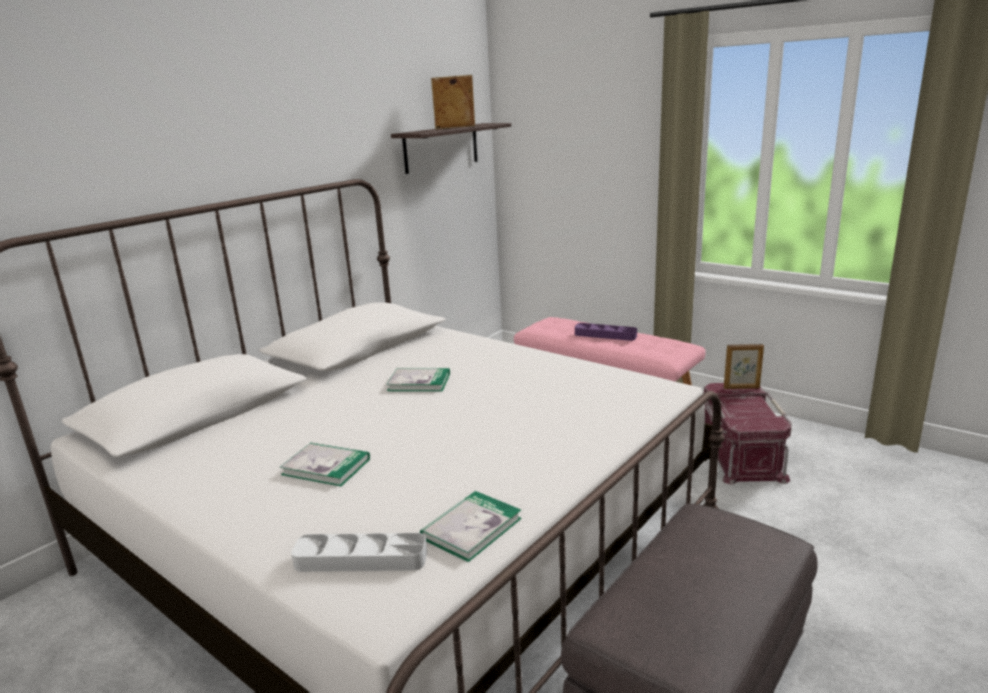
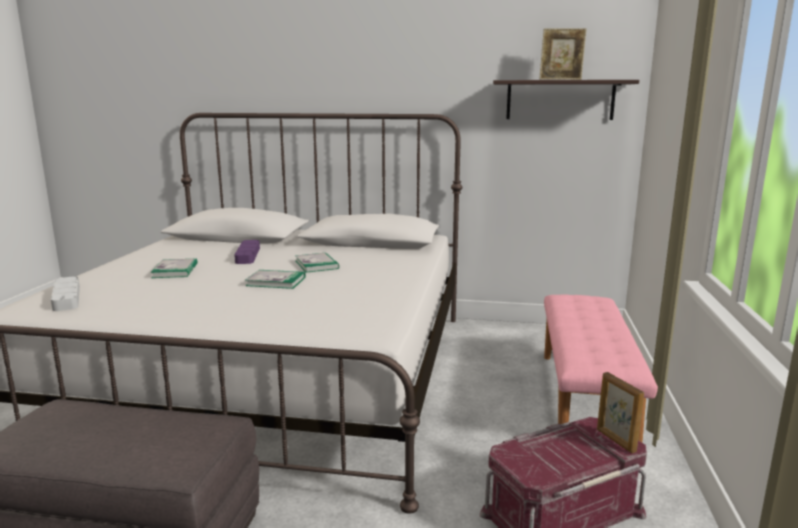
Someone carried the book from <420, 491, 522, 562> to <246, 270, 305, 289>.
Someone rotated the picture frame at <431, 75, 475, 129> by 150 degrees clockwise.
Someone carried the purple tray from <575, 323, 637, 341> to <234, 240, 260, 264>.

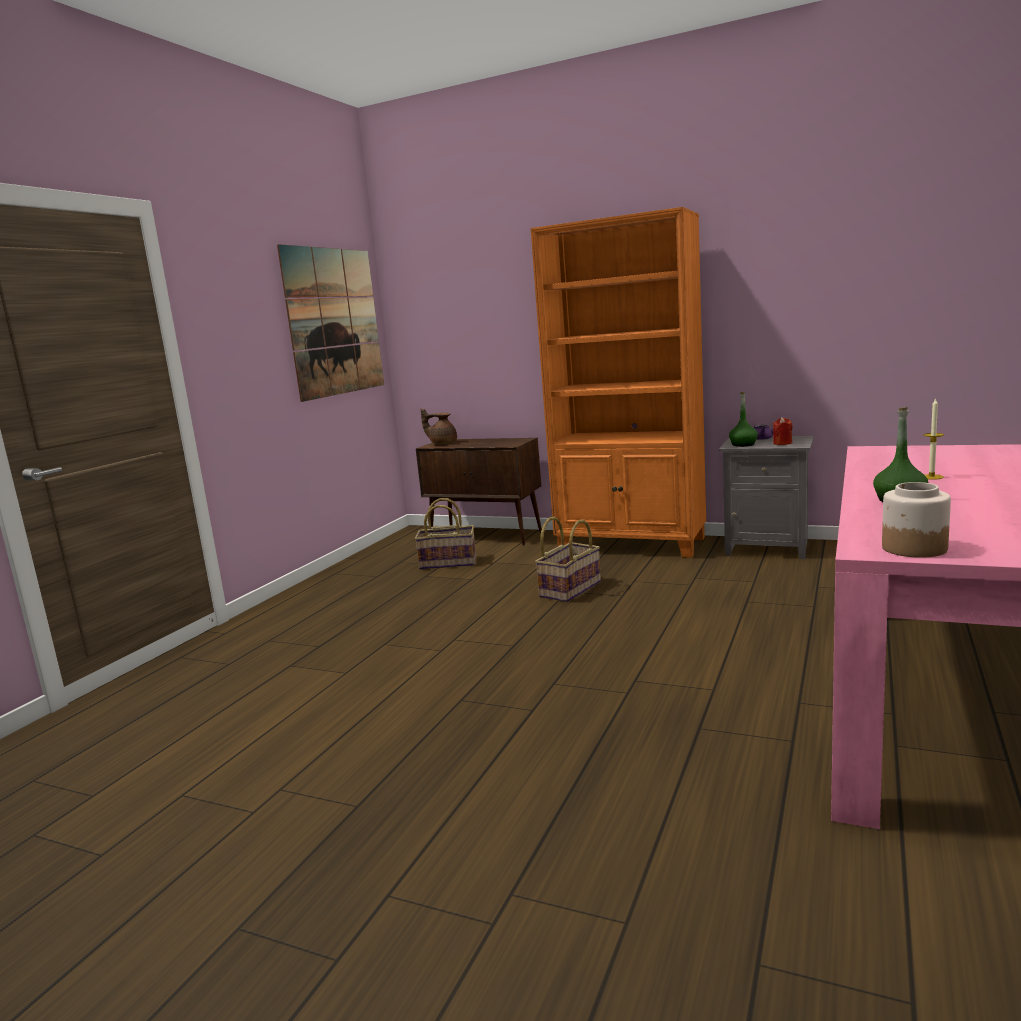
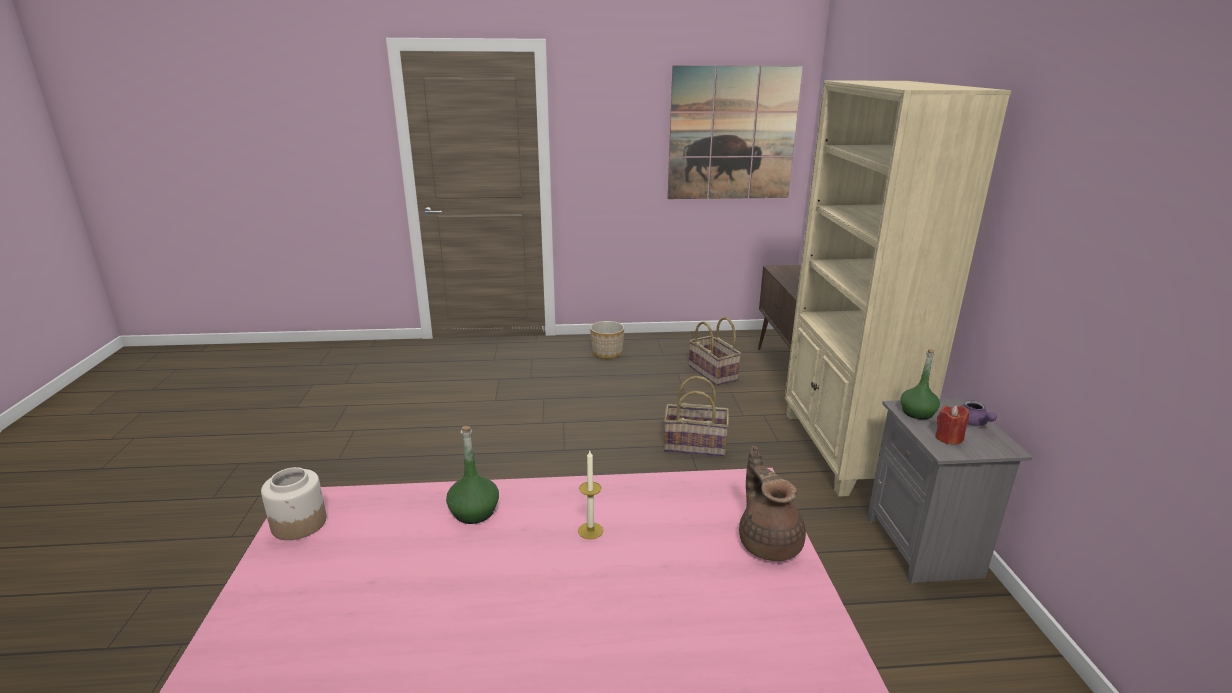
Someone carried the brown teapot from <421, 409, 457, 444> to <739, 446, 806, 561>.
Someone repainted the orange bookcase at <531, 207, 706, 558>, which became the beige bookcase at <785, 80, 1011, 497>.
Someone put down the planter at <590, 321, 624, 359>.

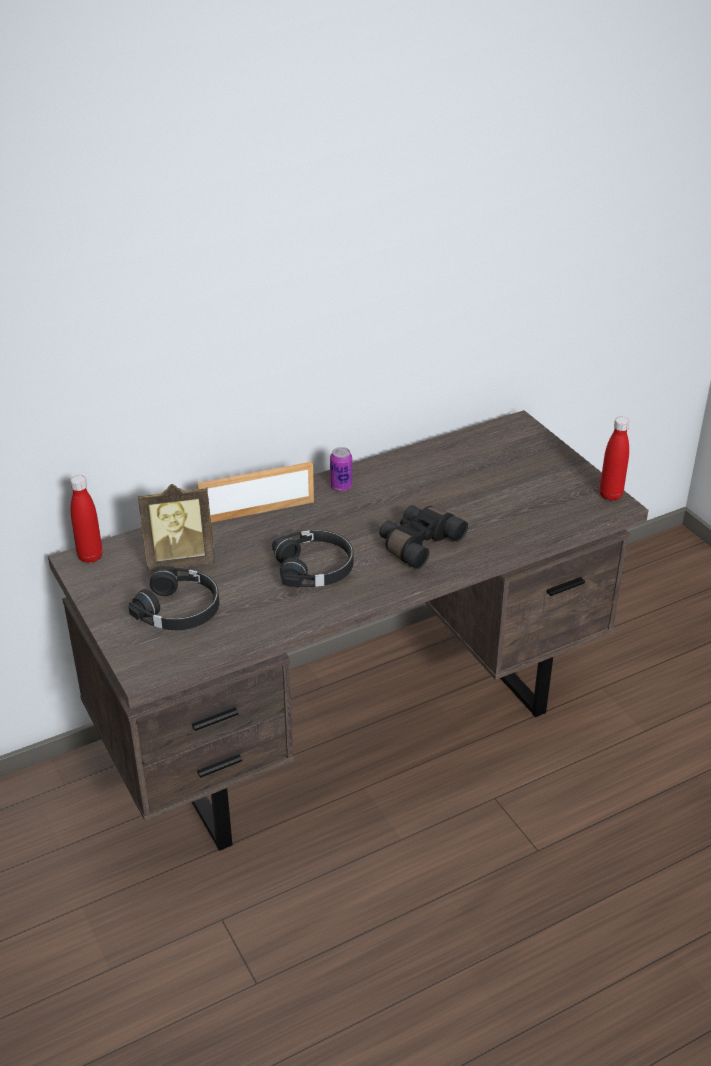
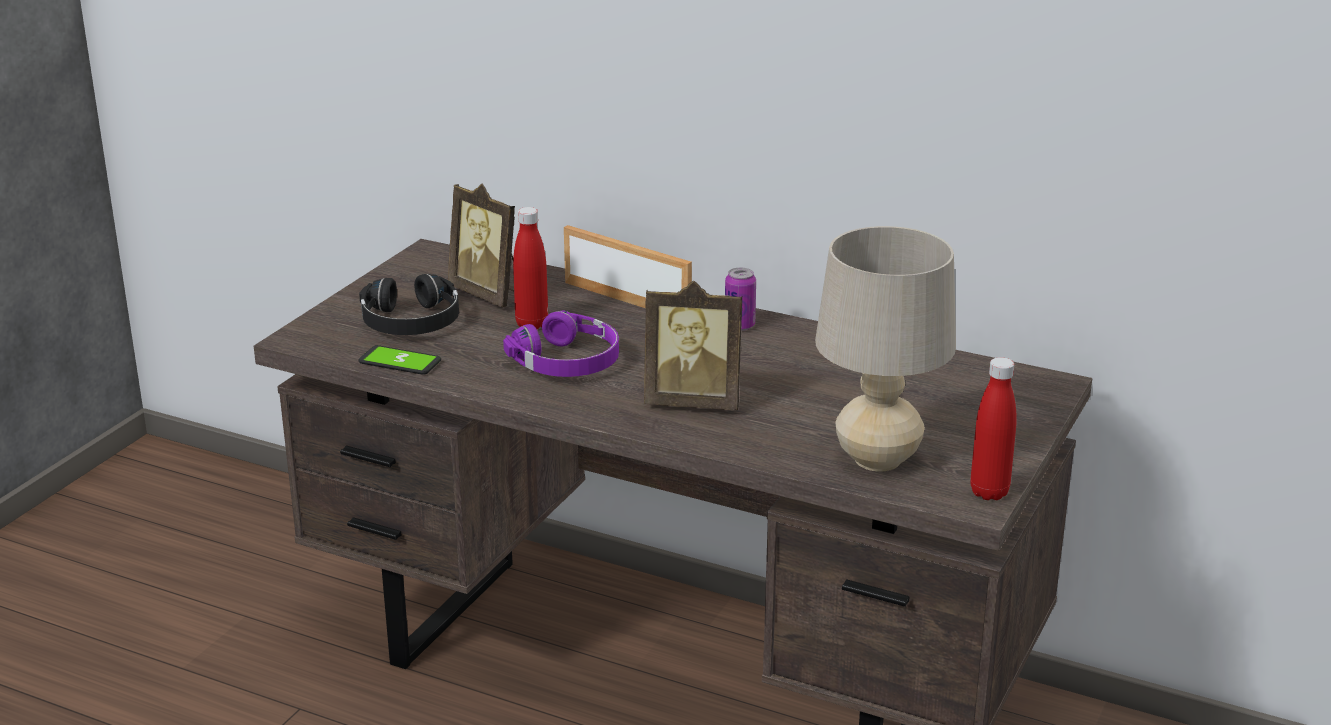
Someone carried the red bottle from <70, 475, 103, 563> to <513, 207, 548, 329>.
Someone repainted the black headphones at <272, 530, 354, 587>, which became the purple headphones at <503, 310, 619, 377>.
Someone swapped the black binoculars at <379, 505, 468, 569> for the picture frame at <644, 281, 742, 410>.
Someone put down the phone at <358, 345, 441, 375>.
Someone put down the beige table lamp at <815, 226, 956, 471>.

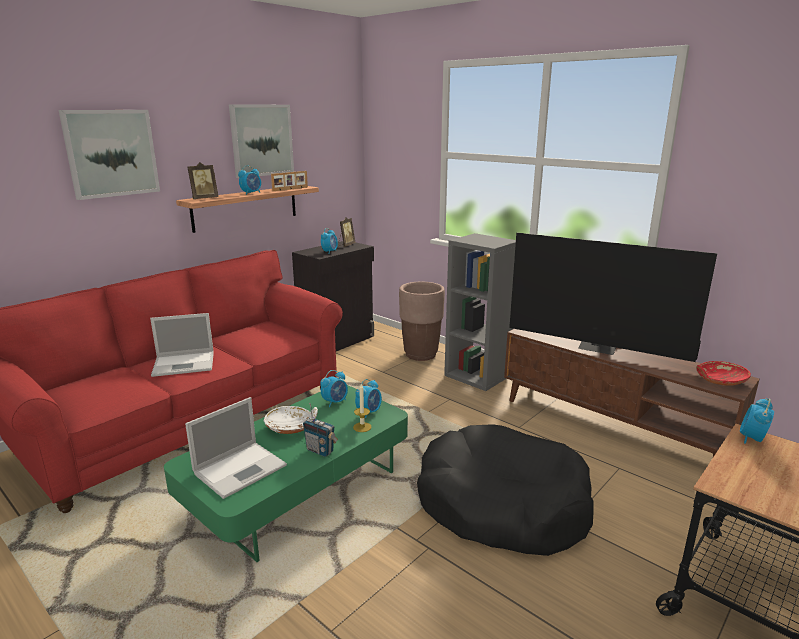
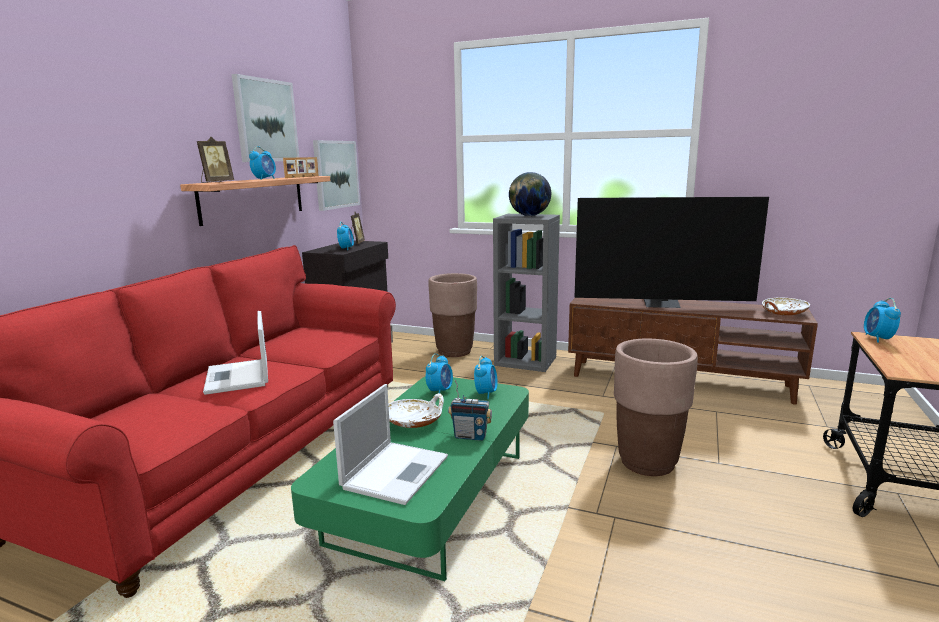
Someone carried the picture from <59, 110, 160, 200> to <313, 140, 360, 211>.
Someone rotated the laptop at <150, 313, 214, 377> by 105 degrees clockwise.
Someone took away the candle at <353, 384, 372, 432>.
Someone swapped the black dog bed at <417, 424, 593, 556> for the brown planter at <614, 338, 698, 476>.
Someone repainted the red bowl at <696, 361, 751, 386>, which became the white bowl at <762, 298, 810, 315>.
Someone put down the globe at <509, 172, 551, 216>.

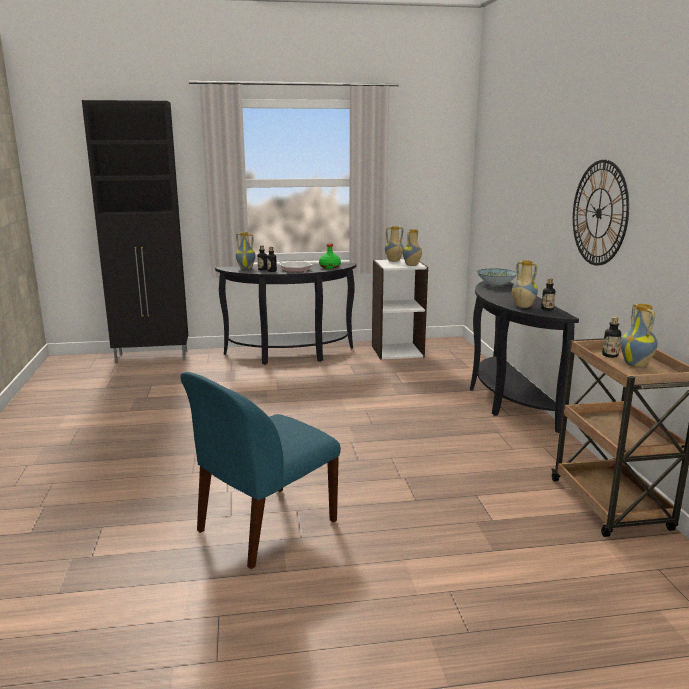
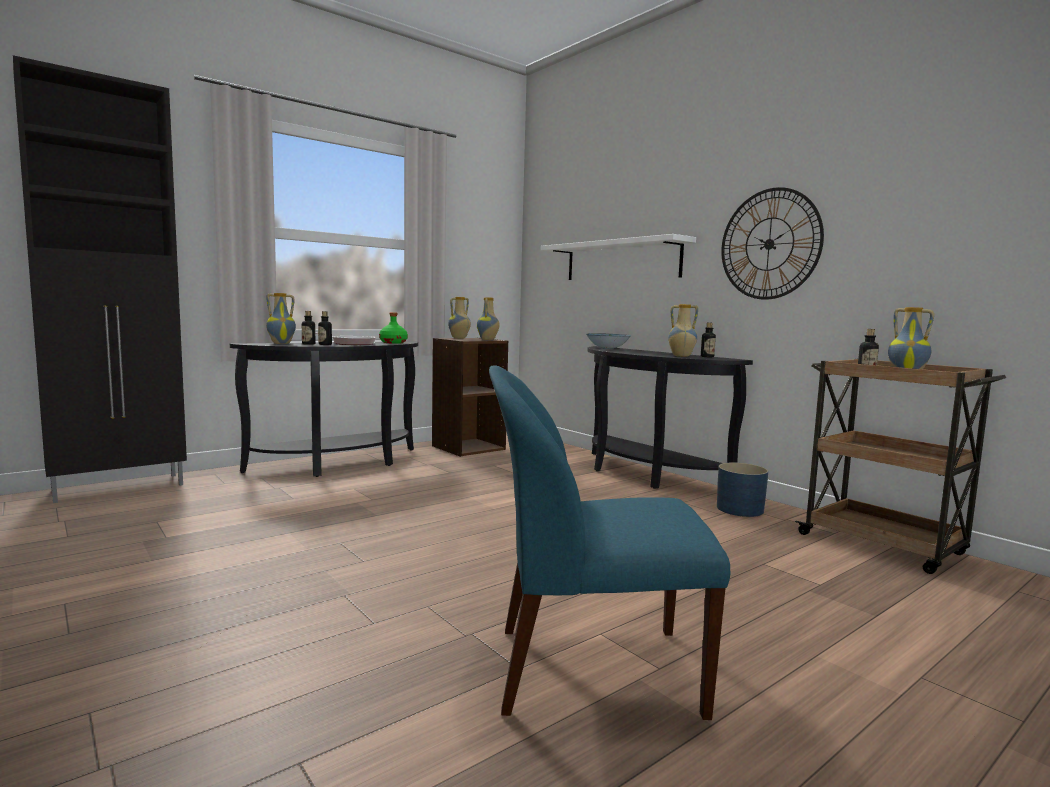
Someone rotated the blue chair at <180, 372, 341, 569> by 75 degrees clockwise.
Someone repainted the white bookcase at <372, 259, 428, 360>, which became the brown bookcase at <432, 338, 508, 457>.
Someone put up the white shelf at <541, 234, 696, 280>.
Someone put down the blue planter at <717, 462, 768, 517>.

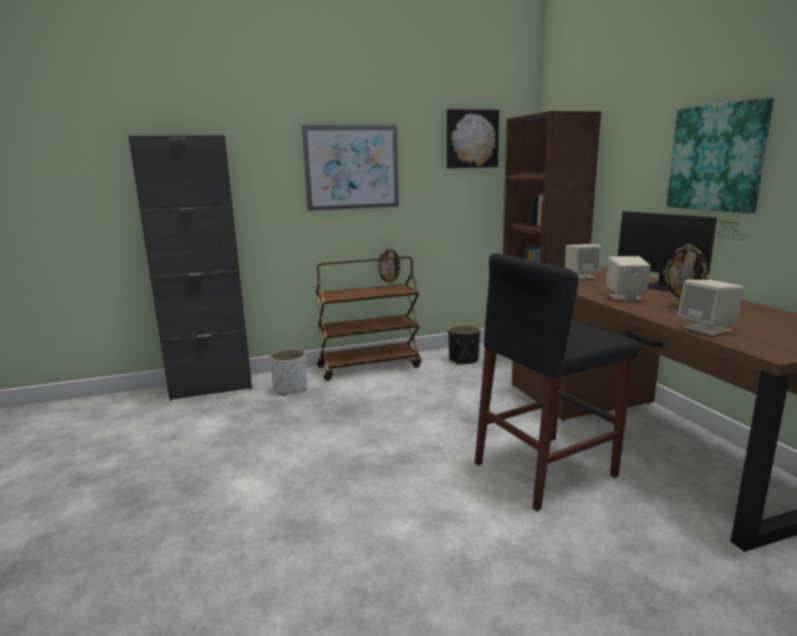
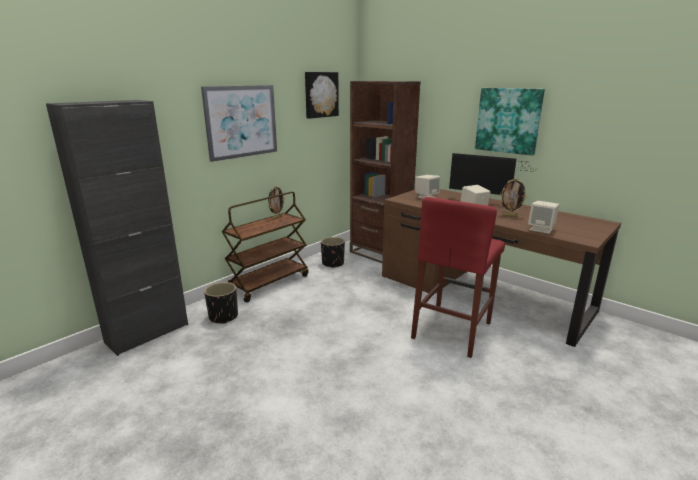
Someone repainted the white planter at <269, 349, 307, 396>, which became the black planter at <204, 282, 238, 324>.
Someone repainted the black stool at <475, 253, 639, 511>, which became the red stool at <411, 197, 505, 358>.

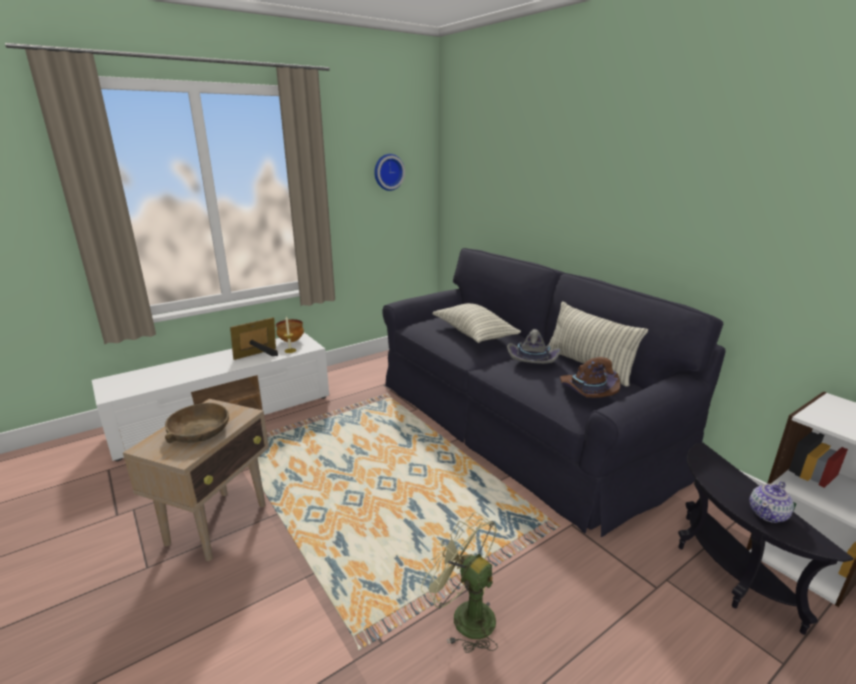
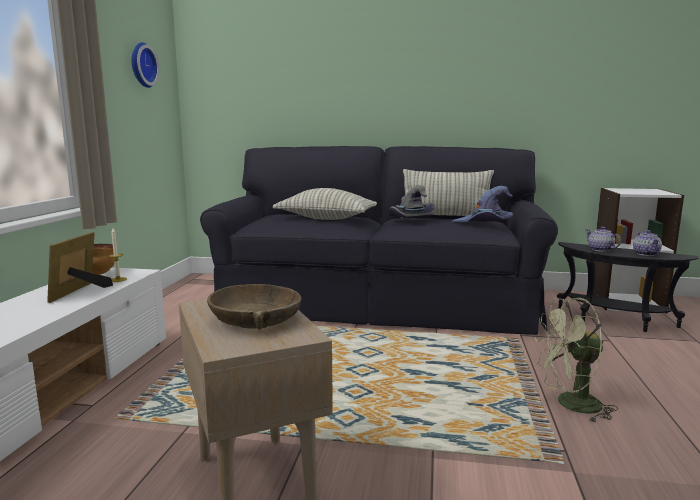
Someone repainted the brown hat at <560, 357, 620, 398>, which became the purple hat at <452, 186, 513, 223>.
Someone put down the teapot at <585, 227, 621, 252>.

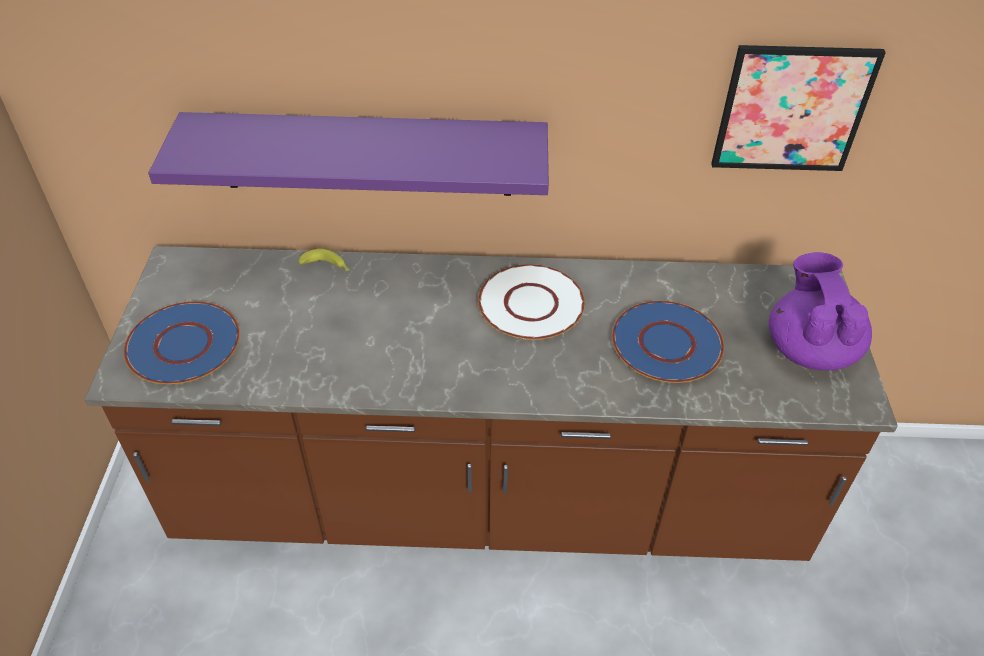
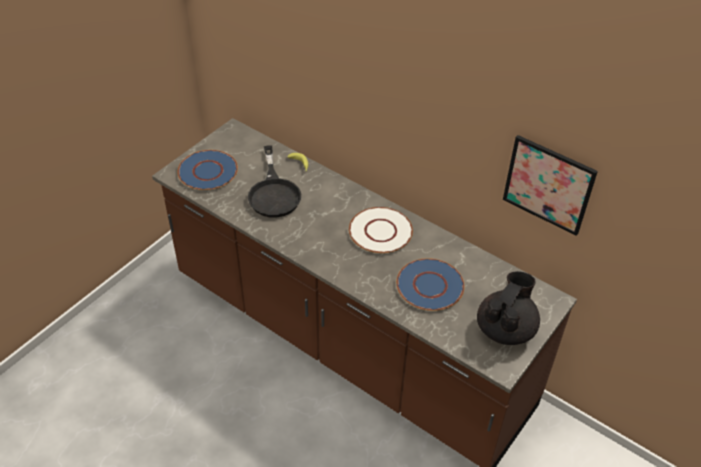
Someone took away the purple shelf at <148, 112, 549, 196>.
Someone repainted the purple teapot at <769, 252, 872, 370>, which became the black teapot at <477, 271, 540, 345>.
Someone put down the black frying pan at <248, 145, 301, 217>.

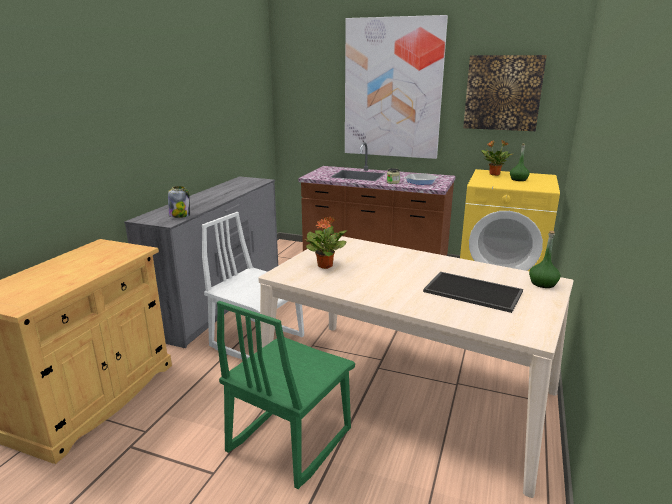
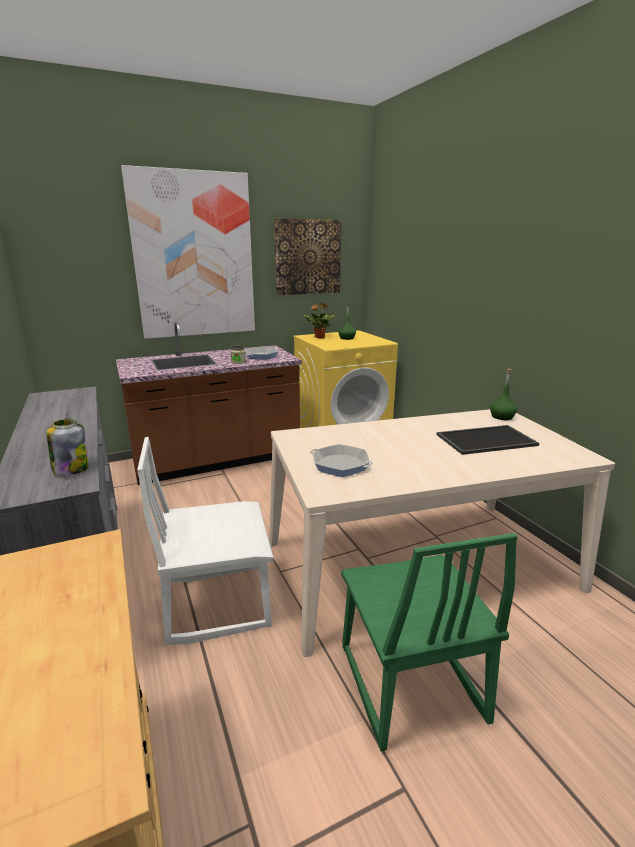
Someone swapped the potted plant at <305, 217, 347, 269> for the frying pan at <310, 444, 373, 477>.

